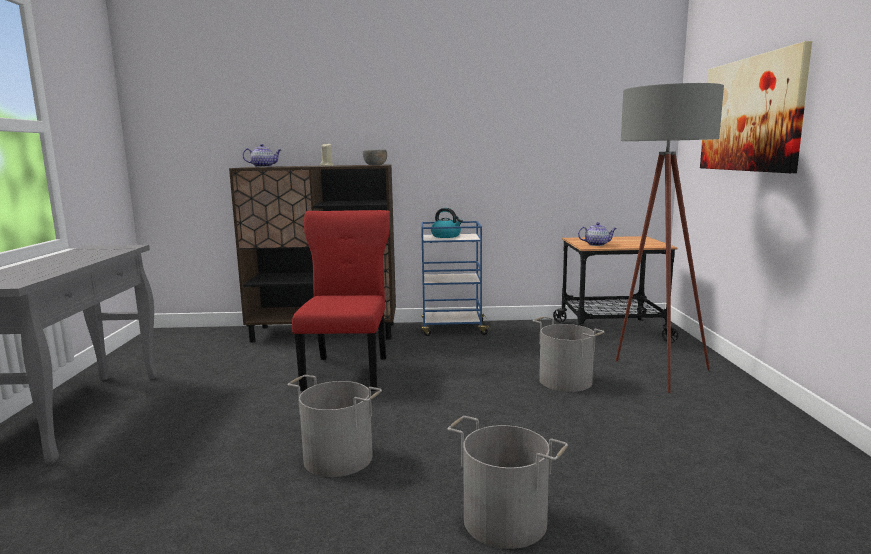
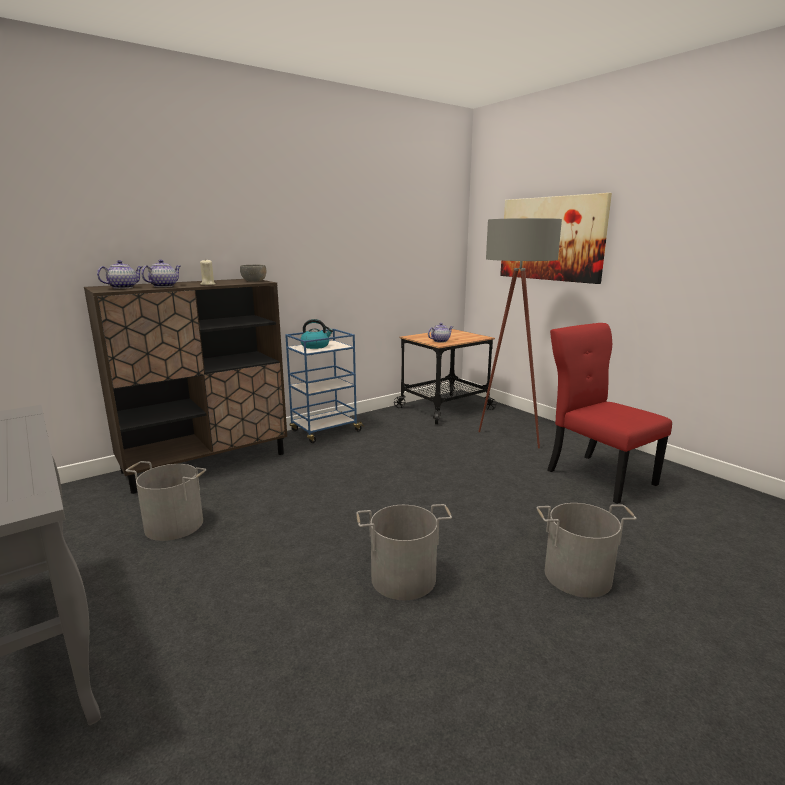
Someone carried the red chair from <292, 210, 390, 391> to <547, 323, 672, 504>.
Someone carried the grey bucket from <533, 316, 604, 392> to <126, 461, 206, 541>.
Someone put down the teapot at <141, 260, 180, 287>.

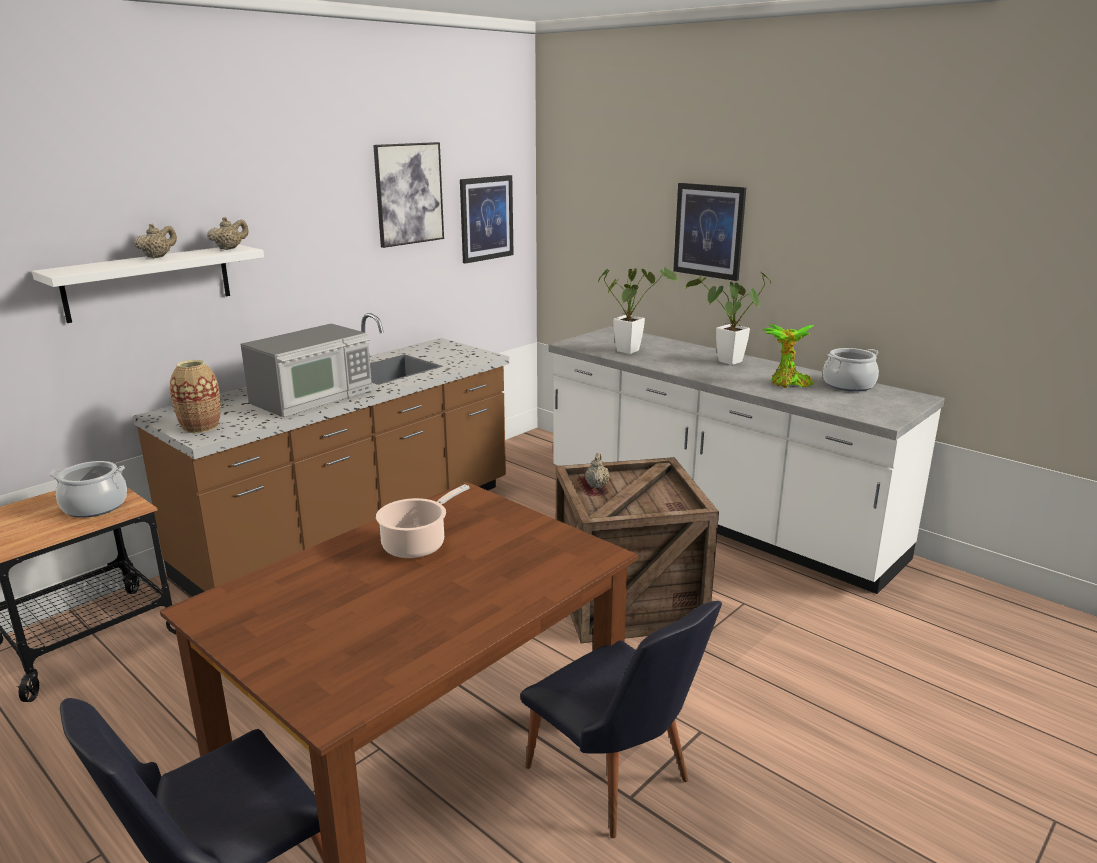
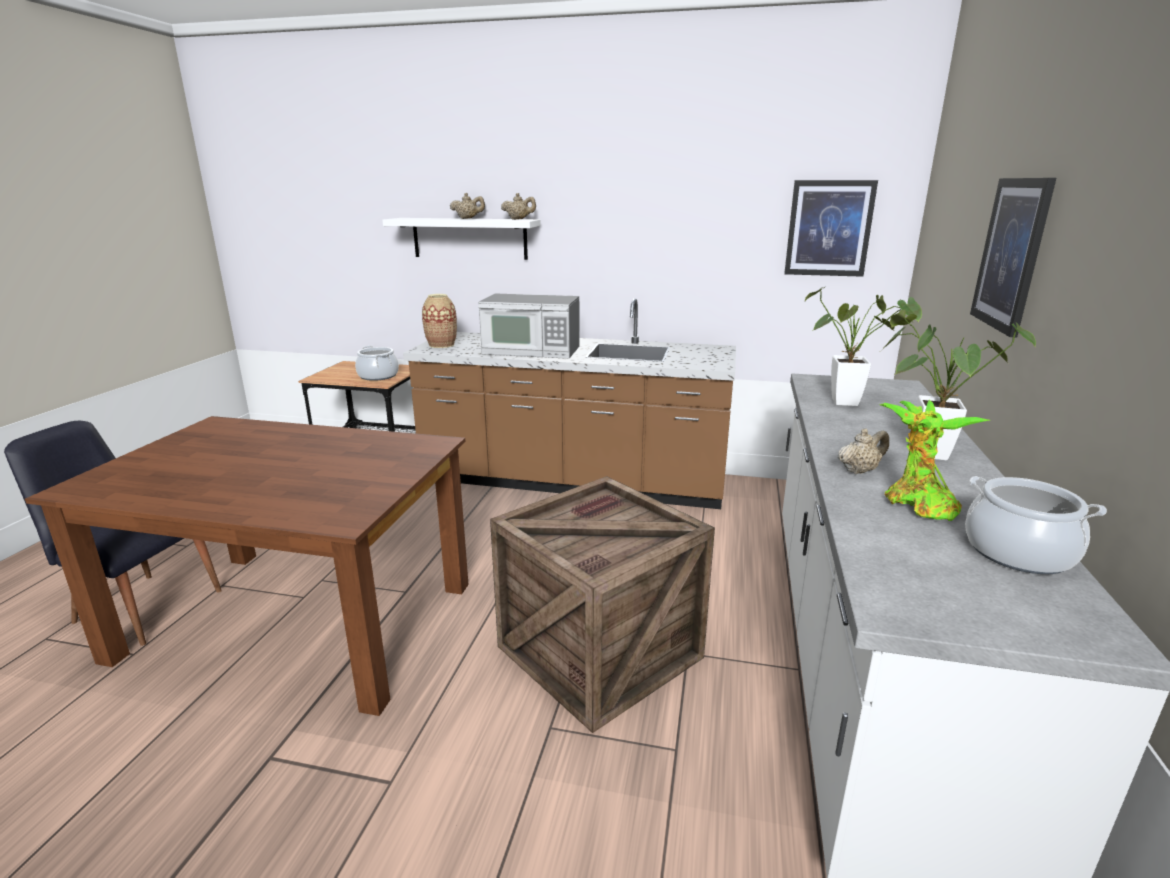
Someone took away the picture at <373, 142, 444, 248>.
Someone took away the cooking pot at <376, 484, 469, 558>.
Someone took away the black chair at <520, 601, 722, 838>.
Someone carried the beige teapot from <585, 453, 610, 489> to <838, 429, 889, 474>.

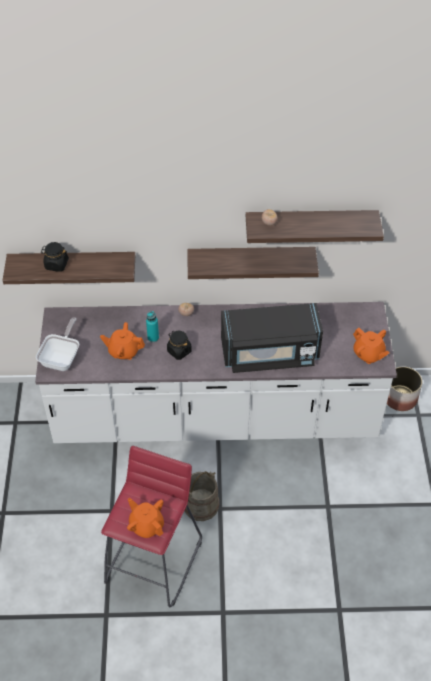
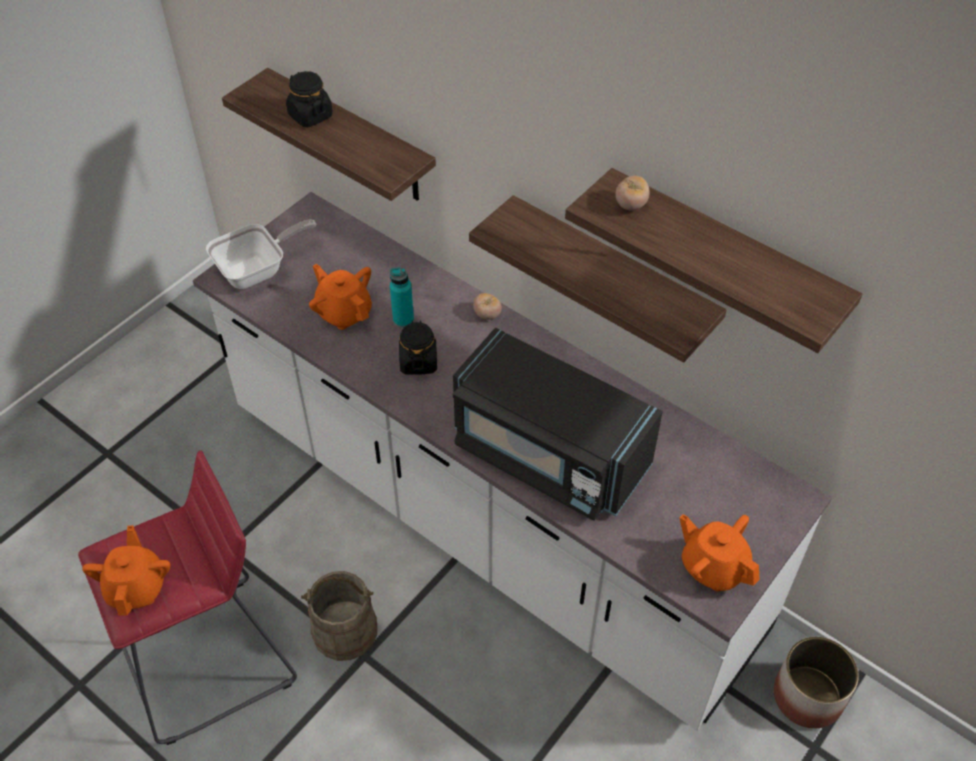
Someone rotated the orange teapot at <353, 328, 390, 364> by 135 degrees clockwise.

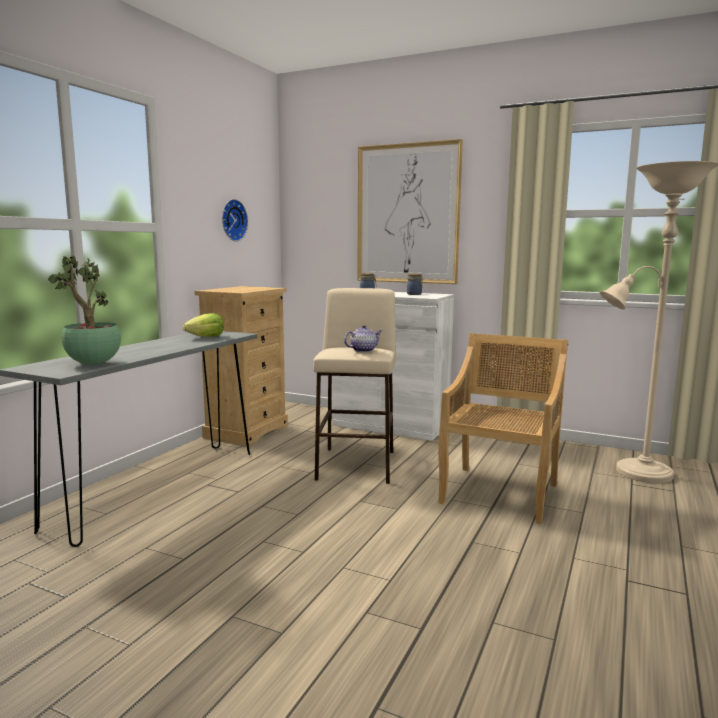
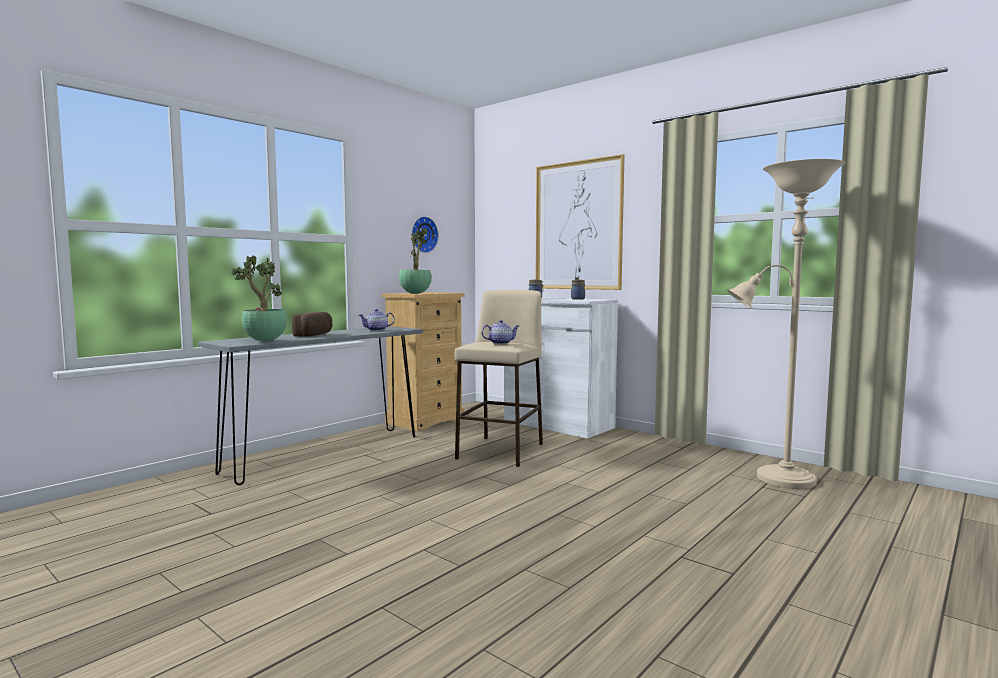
Someone swapped the lettuce at <183, 313, 224, 337> for the teapot at <359, 309, 395, 331>.
Someone took away the beige chair at <438, 333, 568, 524>.
Someone put down the bread at <292, 312, 333, 337>.
Someone put down the potted plant at <399, 229, 432, 294>.

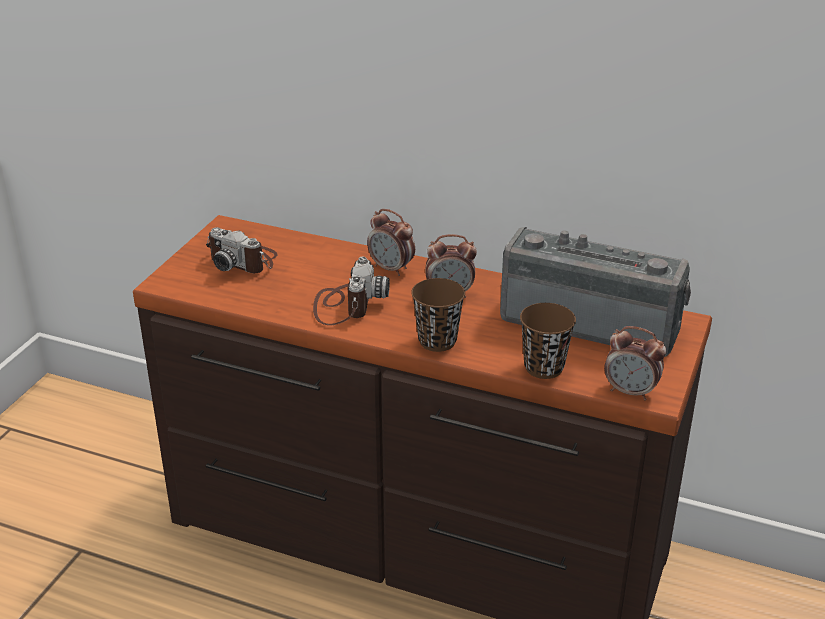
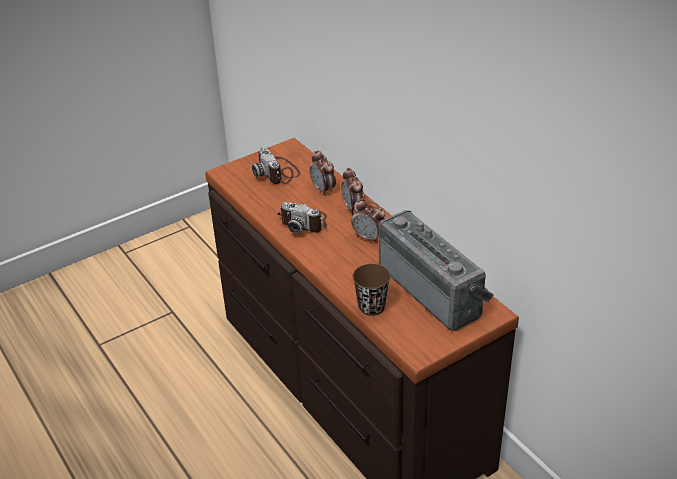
Someone rotated the photo camera at <313, 257, 390, 325> by 75 degrees clockwise.
Someone took away the brown cup at <411, 278, 465, 352>.
Someone carried the alarm clock from <604, 326, 666, 401> to <310, 151, 336, 196>.

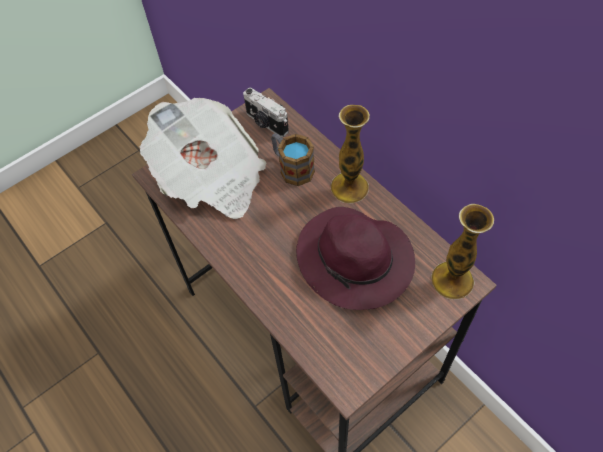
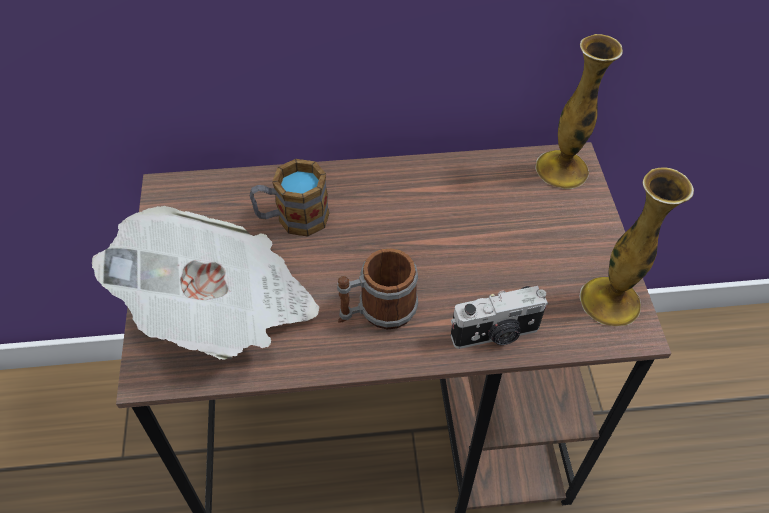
Someone carried the photo camera from <243, 88, 289, 137> to <451, 286, 548, 349>.
Someone took away the purple hat at <296, 207, 415, 310>.
Someone carried the vase from <331, 105, 370, 203> to <580, 168, 694, 326>.
Someone put down the mug at <337, 248, 418, 329>.

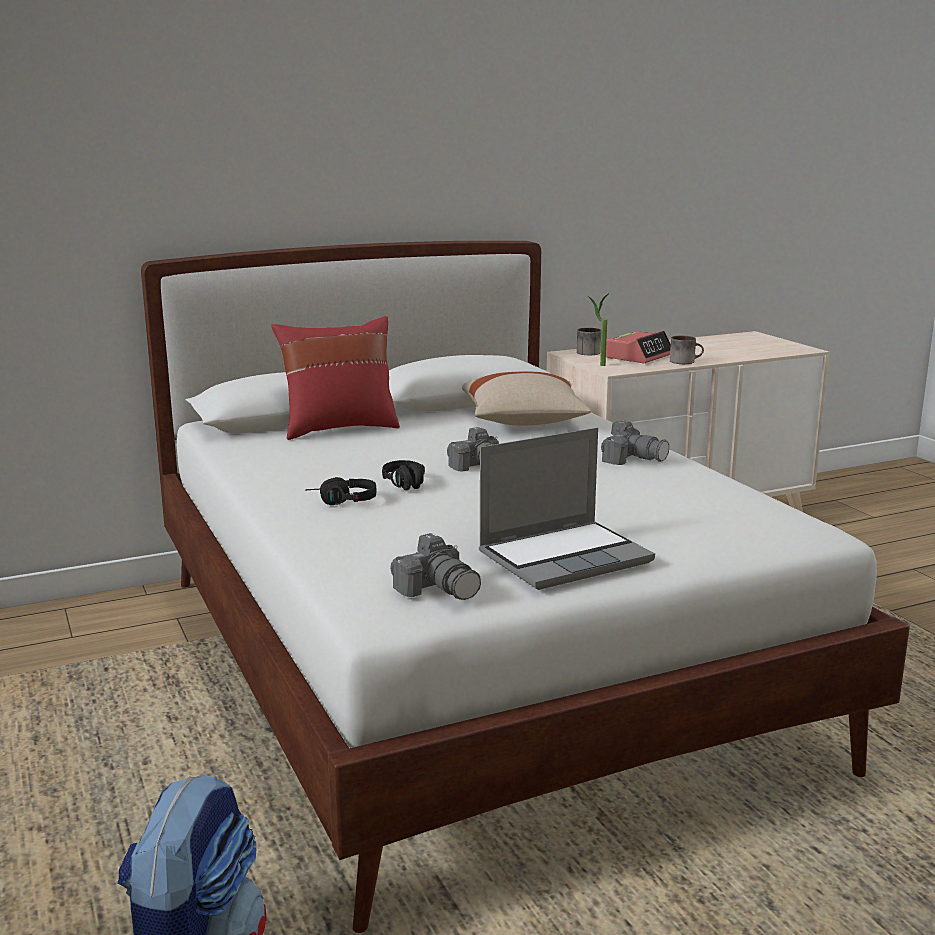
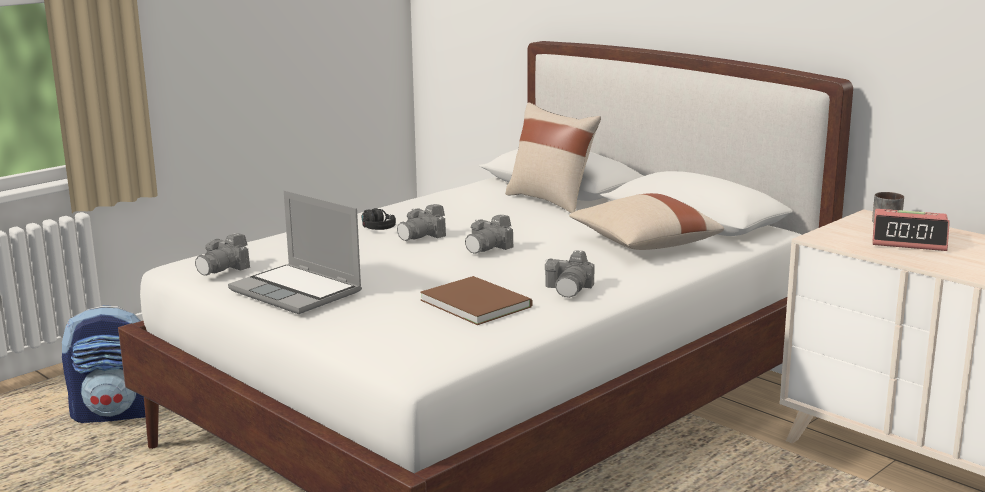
Someone repainted the red pillow at <271, 316, 400, 440>, which became the beige pillow at <505, 102, 601, 213>.
Someone swapped the black headphones at <382, 460, 425, 490> for the photo camera at <397, 204, 446, 241>.
Someone took away the potted plant at <587, 293, 609, 366>.
Someone took away the mug at <670, 336, 704, 364>.
Someone put down the brown book at <420, 276, 533, 325>.

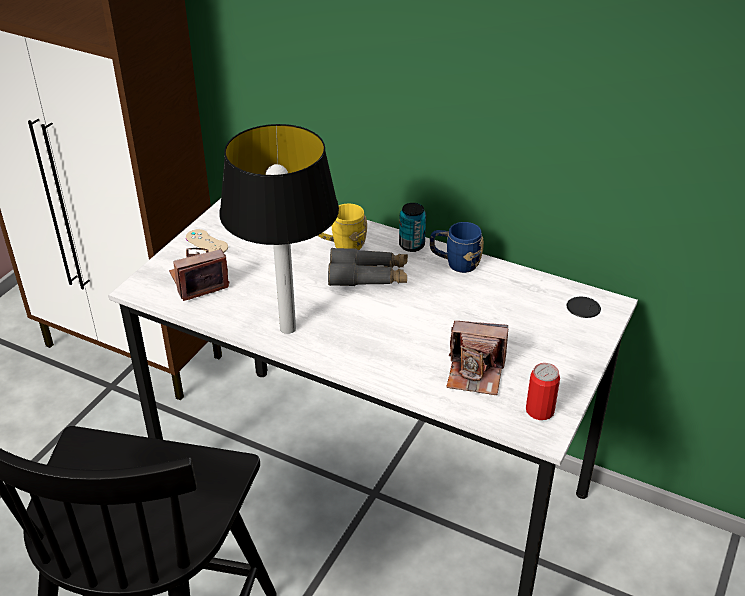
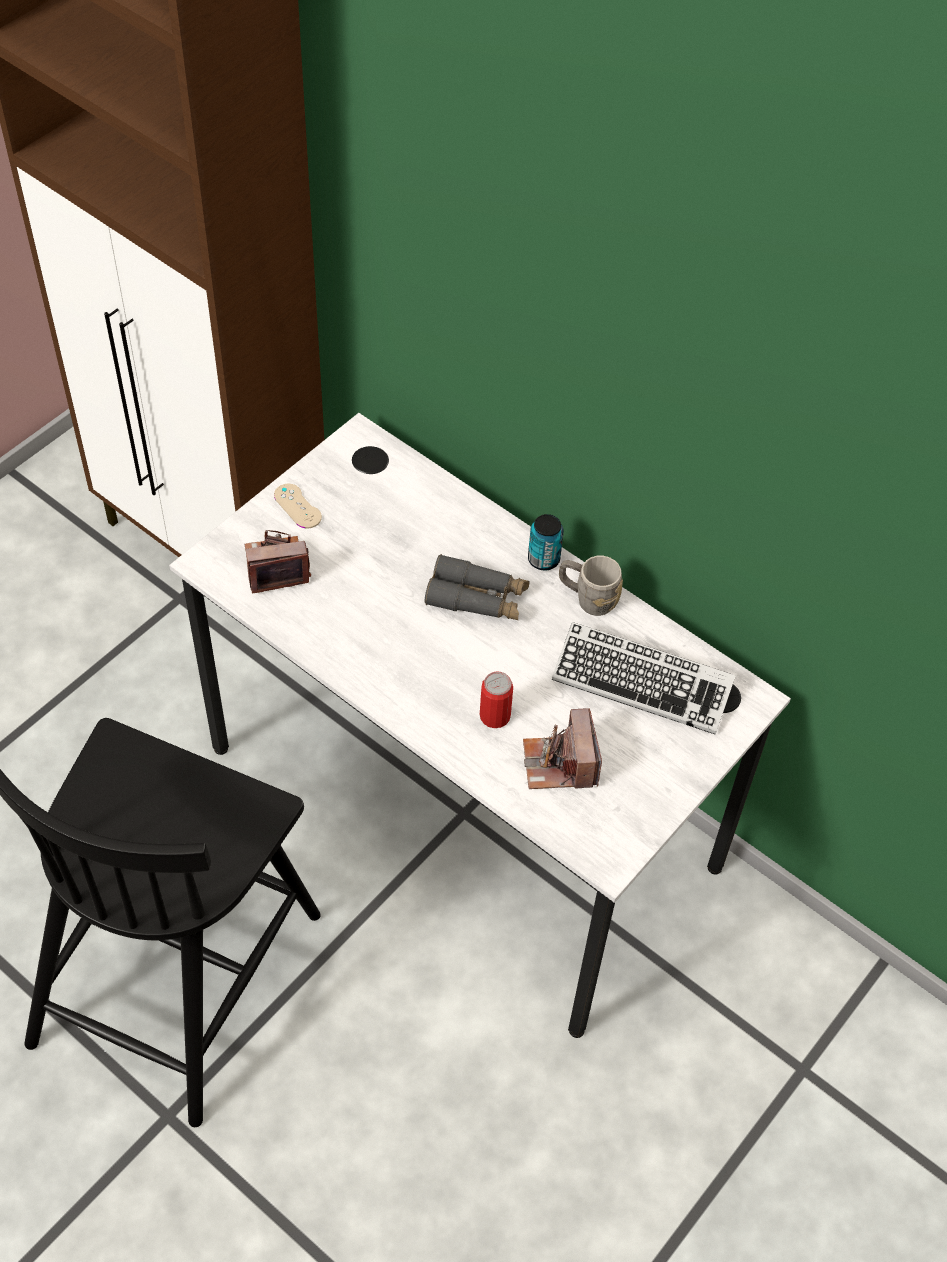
Someone took away the table lamp at <219, 124, 339, 334>.
Someone took away the yellow mug at <318, 203, 367, 250>.
Someone repainted the blue mug at <430, 222, 484, 273>, which became the grey mug at <559, 556, 623, 616>.
Someone rotated the photo camera at <446, 321, 508, 395> by 60 degrees clockwise.
Someone carried the can from <526, 363, 560, 420> to <480, 672, 513, 728>.
Someone put down the keyboard at <552, 622, 736, 735>.

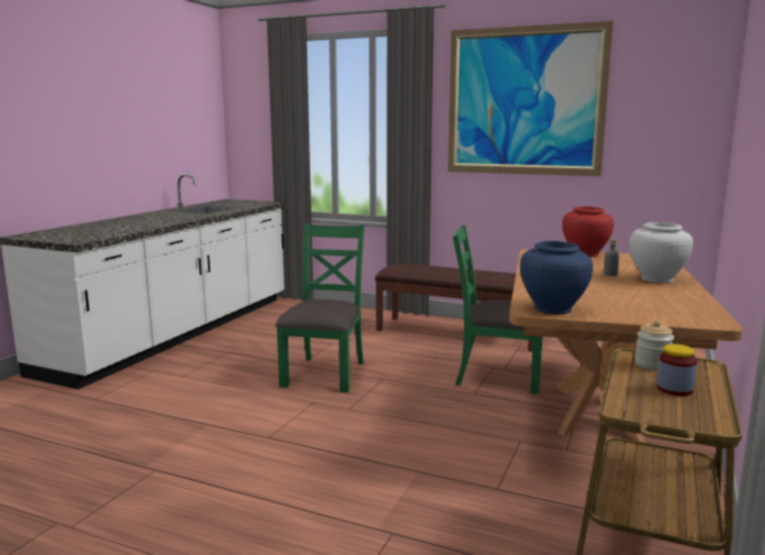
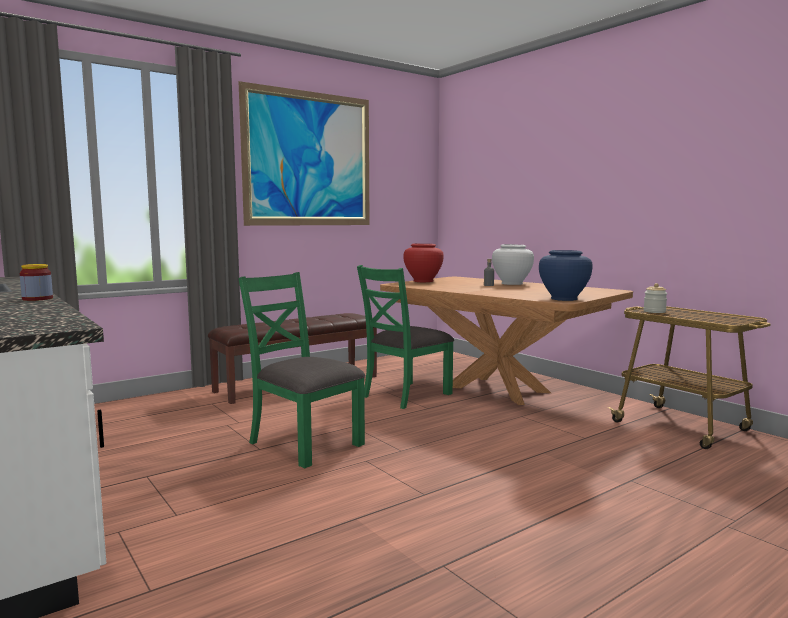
Someone carried the jar from <657, 344, 697, 396> to <20, 264, 53, 301>.

